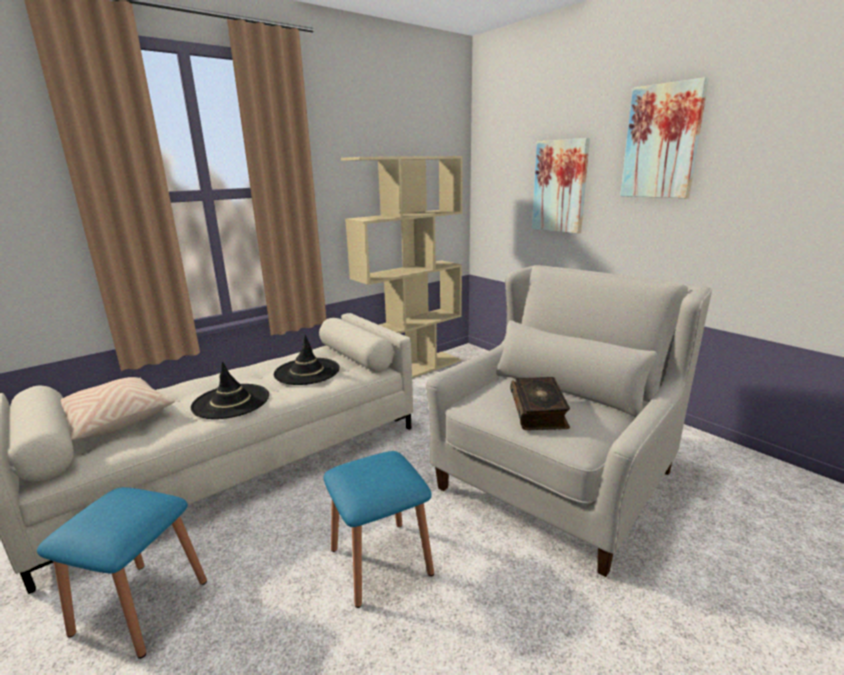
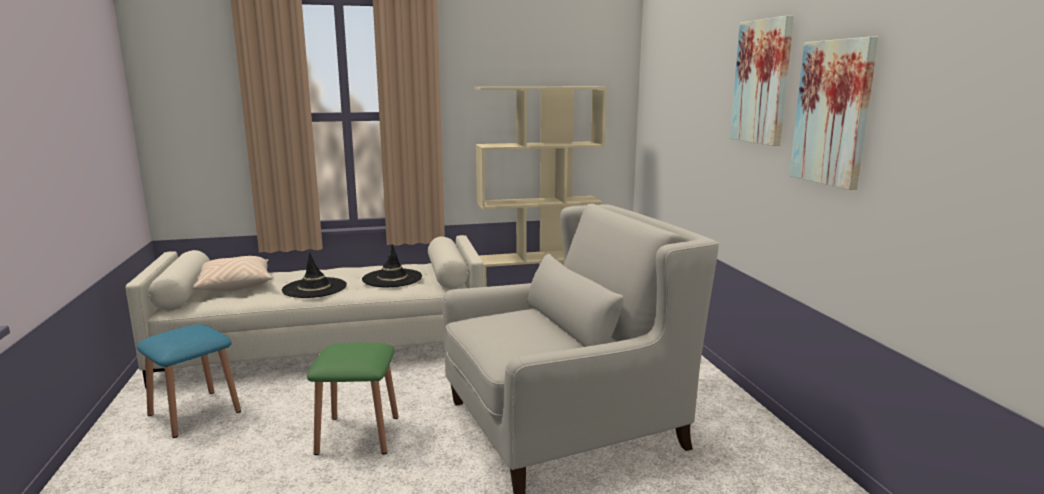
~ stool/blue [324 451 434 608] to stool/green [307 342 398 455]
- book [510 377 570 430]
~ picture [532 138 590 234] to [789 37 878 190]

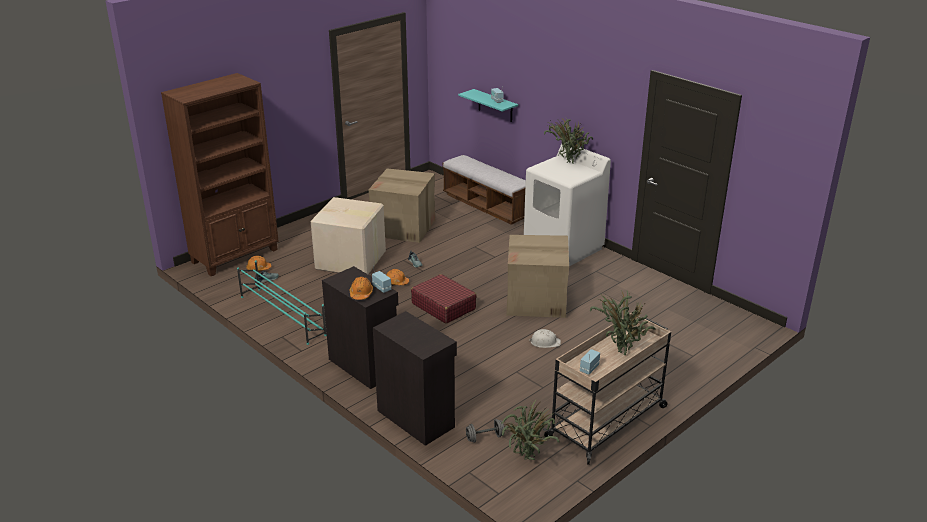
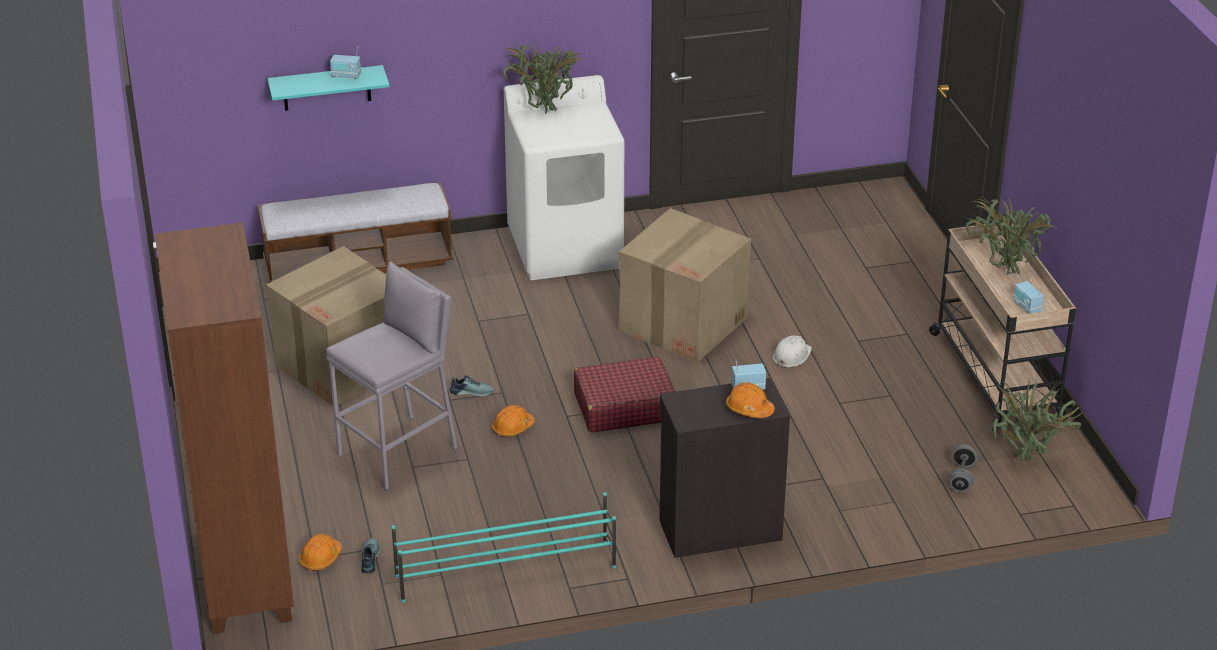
~ cardboard box [311 197 386 274] to stool/grey [326 262 457 490]
- cabinet/black [373 311 457 446]

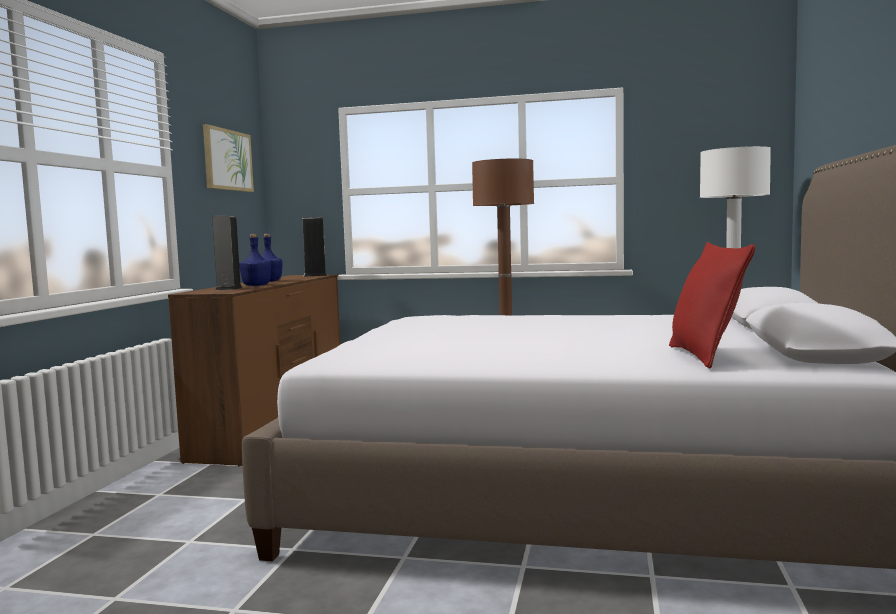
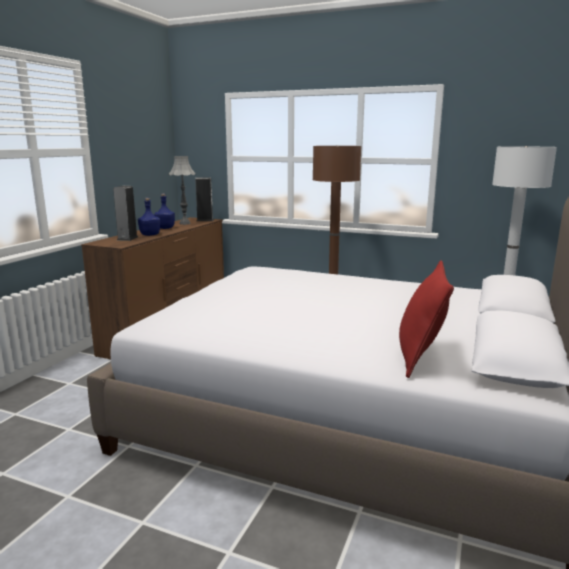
- picture [203 124 254 192]
+ table lamp/grey [169 156 196 225]

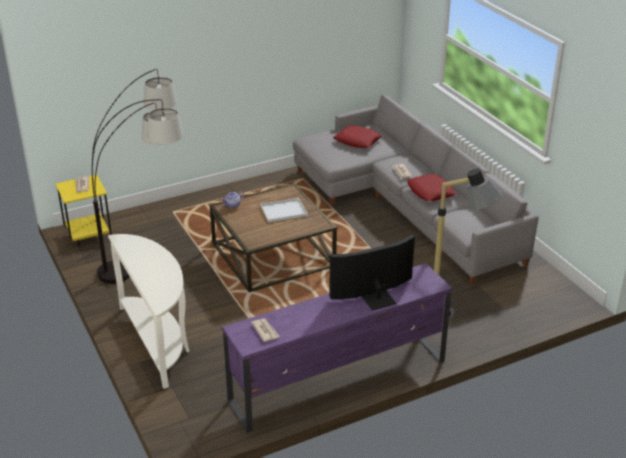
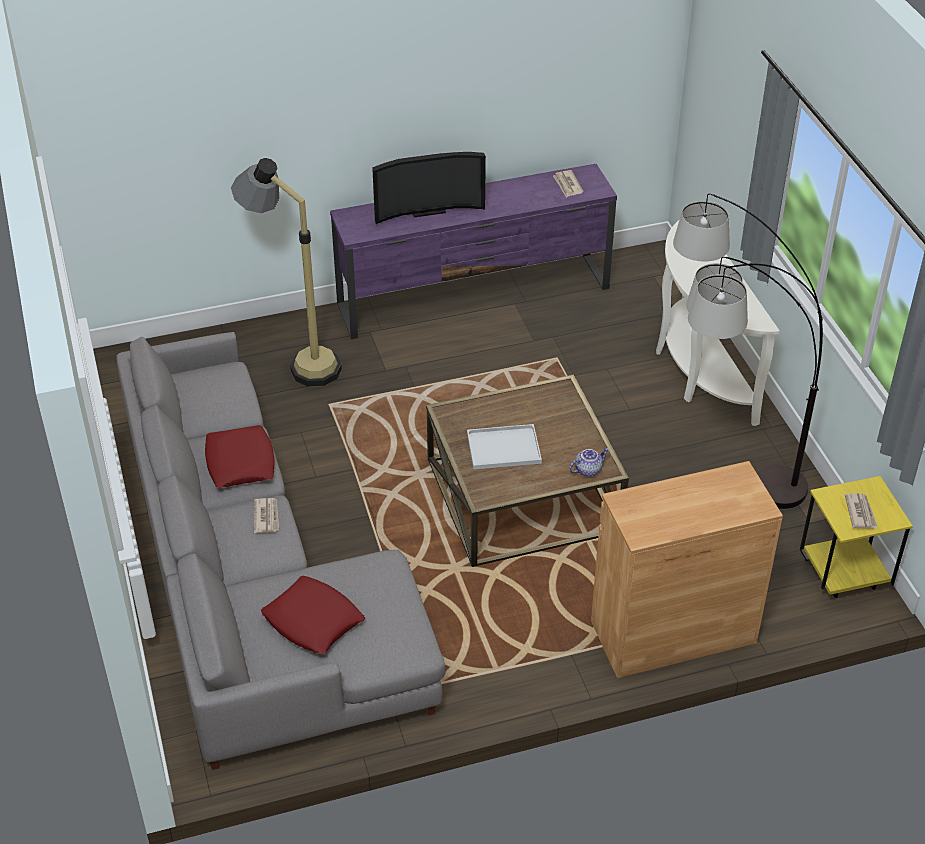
+ cabinet/brown [591 461 783 678]

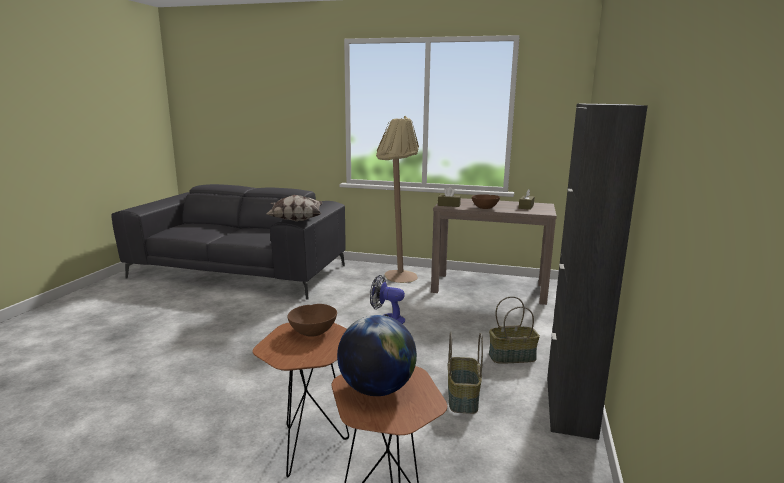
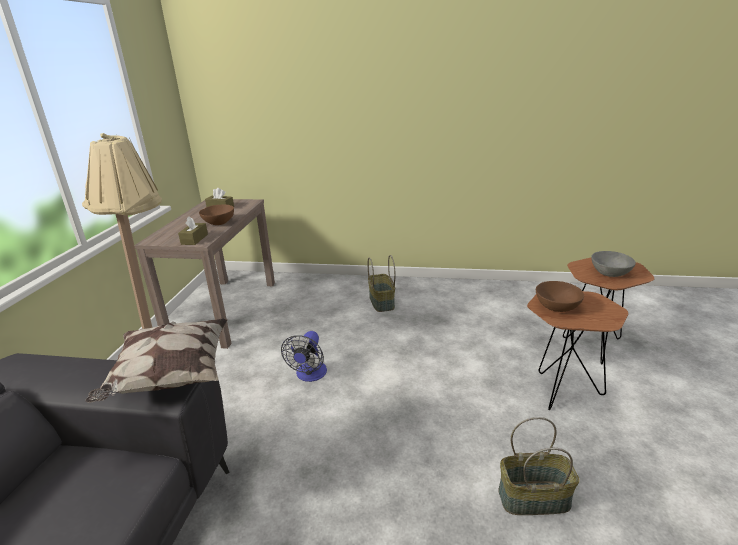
~ globe [337 315 417 396] to bowl/grey [591 251 636 277]
~ basket [448 332 483 414] to [498 417 580 515]
- cabinet/black [547 104 648 440]

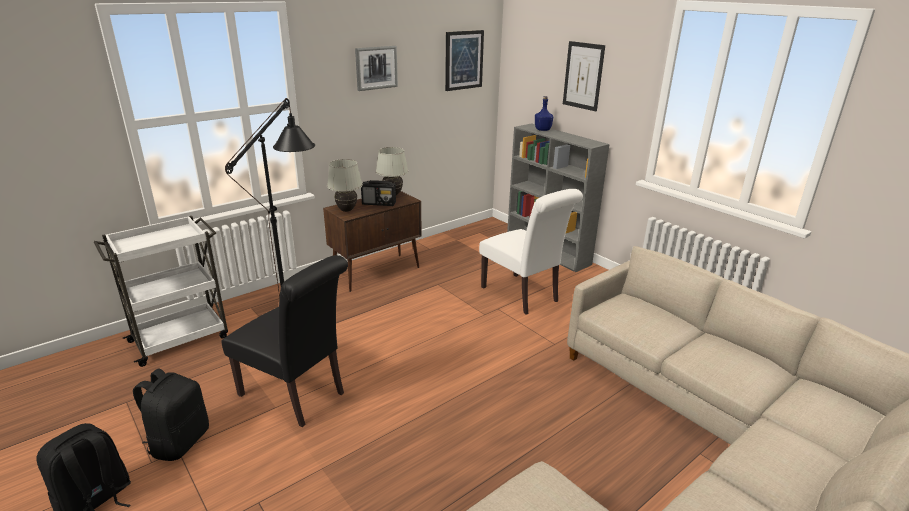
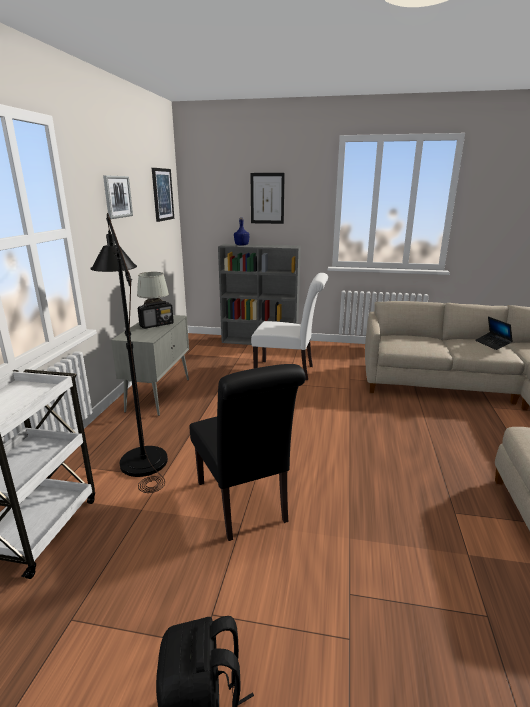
- backpack/black [133 368 209 461]
~ chair/black [221 255 348 427] = [189 364 306 541] 75 degrees clockwise
~ cabinet/brown [323 191 422 292] to cabinet/grey [111 315 189 416]
- table lamp/white [327 159 363 212]
+ laptop [475 316 513 350]

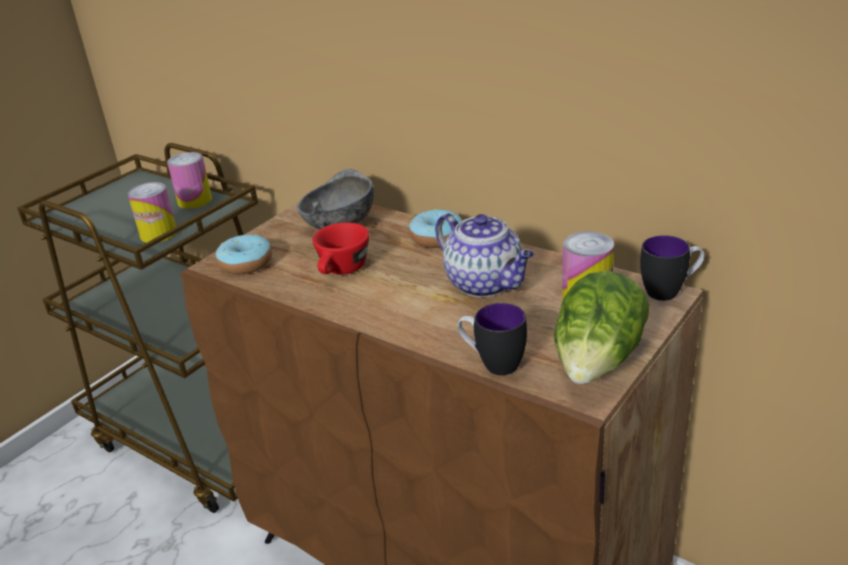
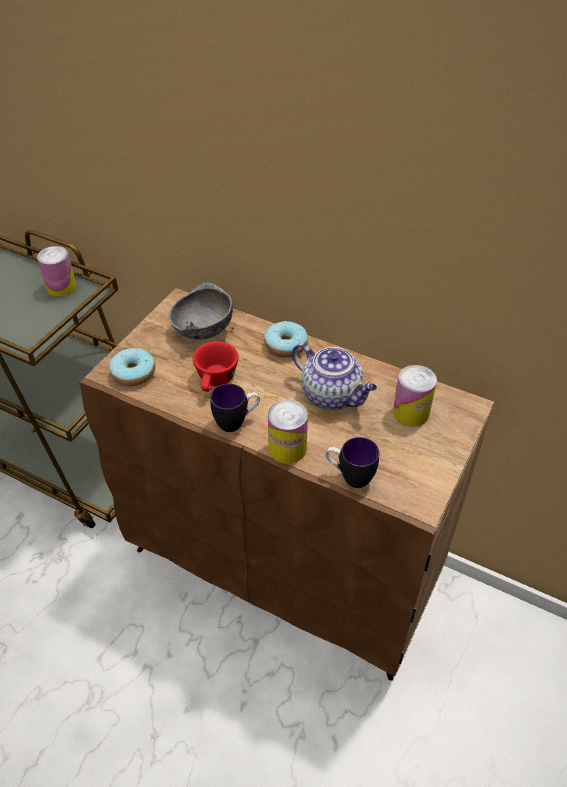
~ can [127 182 176 243] to [268 400 308 464]
- lettuce [554 271 650 384]
~ mug [640 235 704 301] to [210 384 260 432]

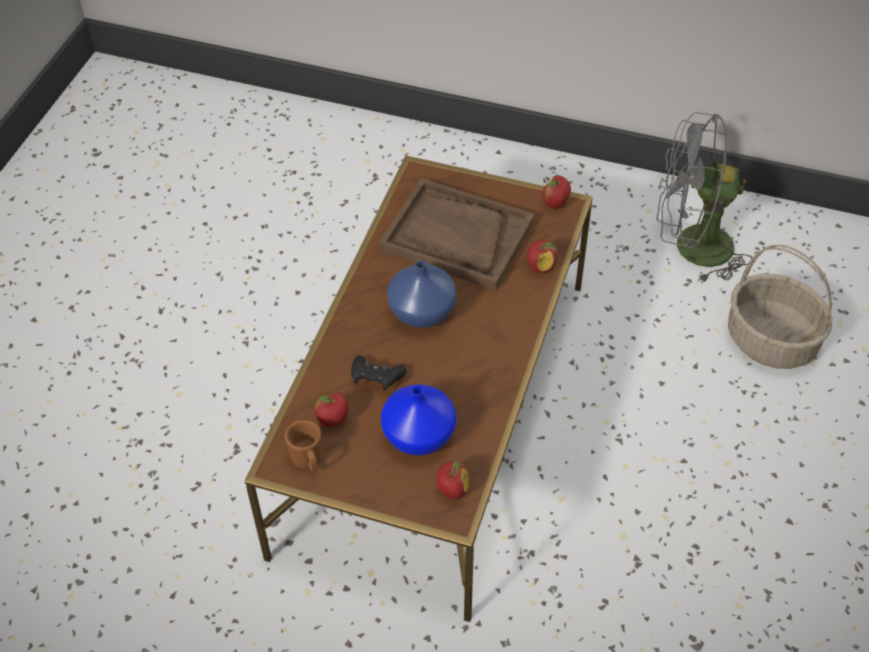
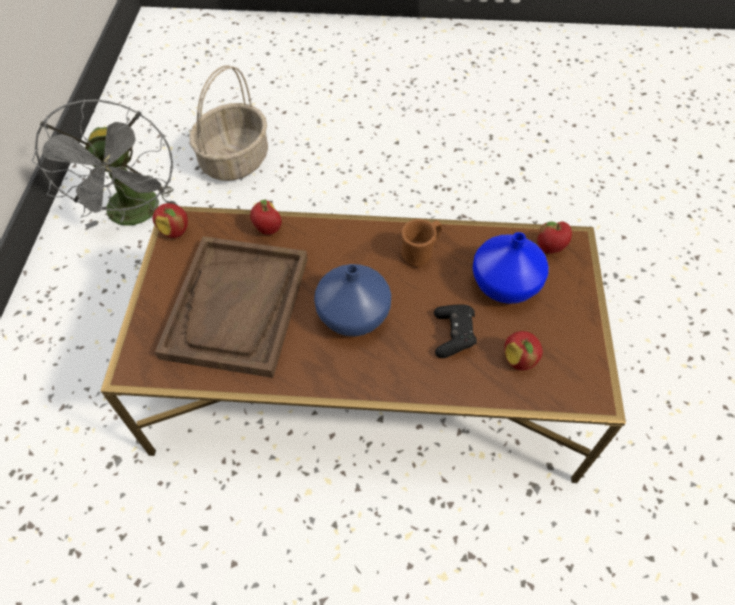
~ mug/brown [284 420 322 472] to [401 219 442 267]

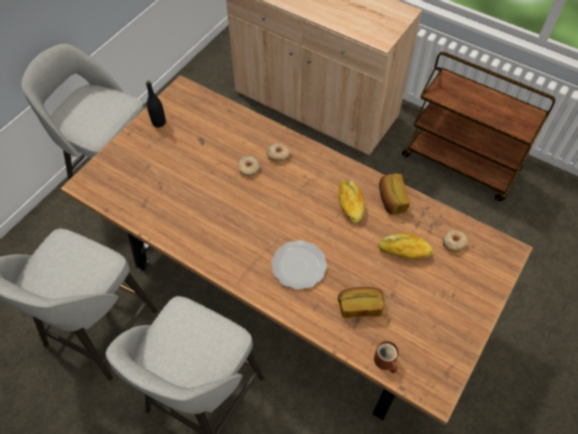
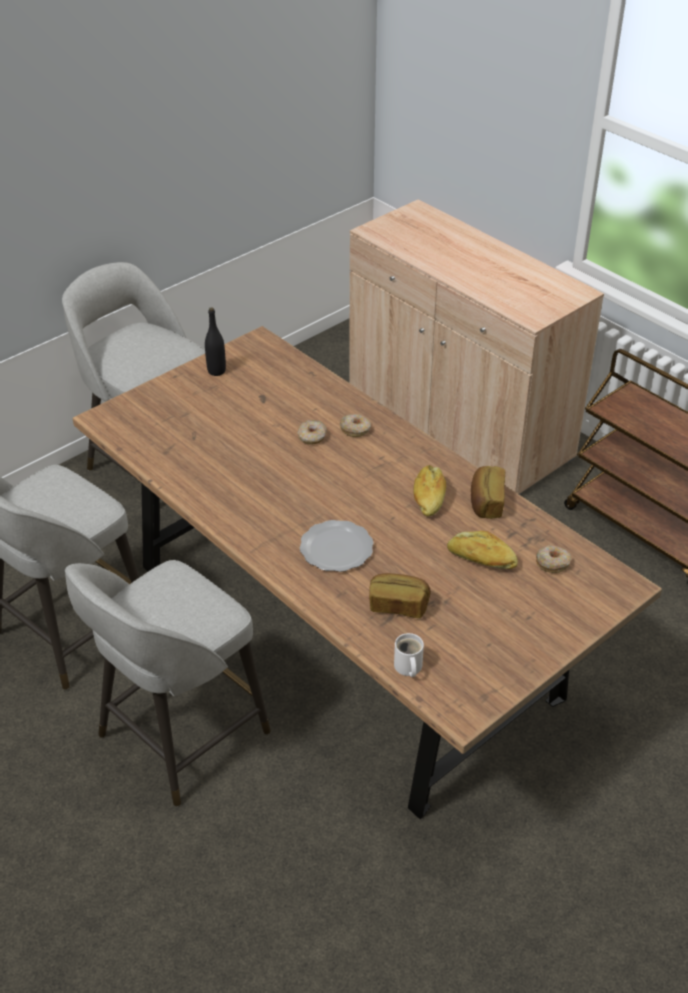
~ mug/brown [374 341 399 373] to mug/white [394 633 424 677]

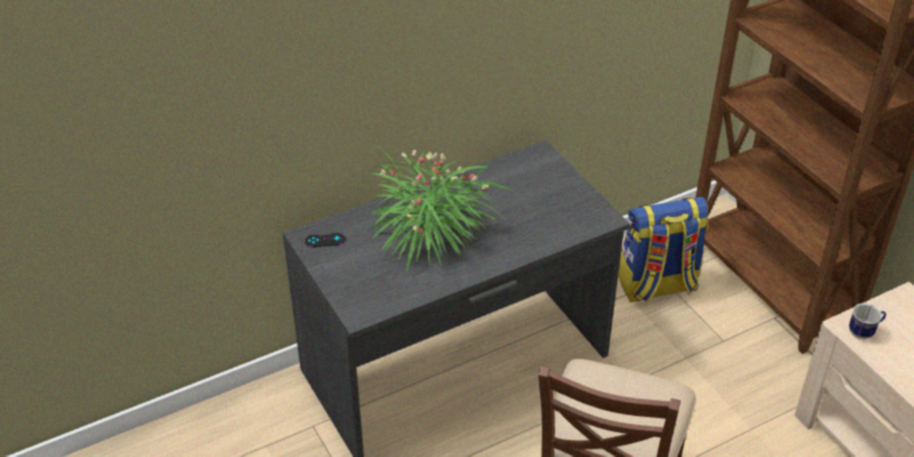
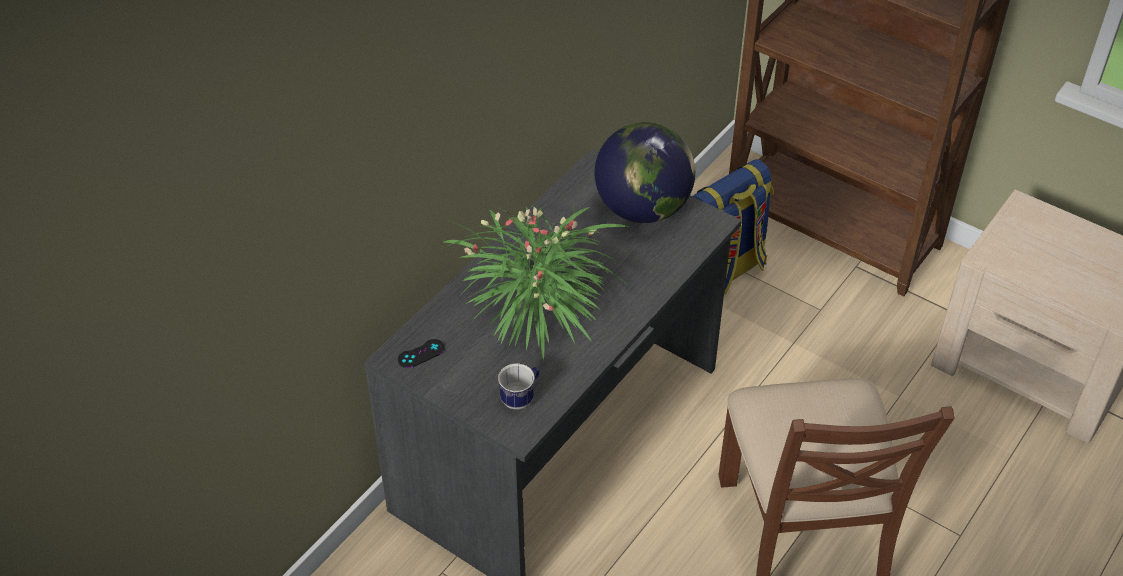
~ mug [849 303 886 339] to [498 363 540 409]
+ globe [595 122 695 223]

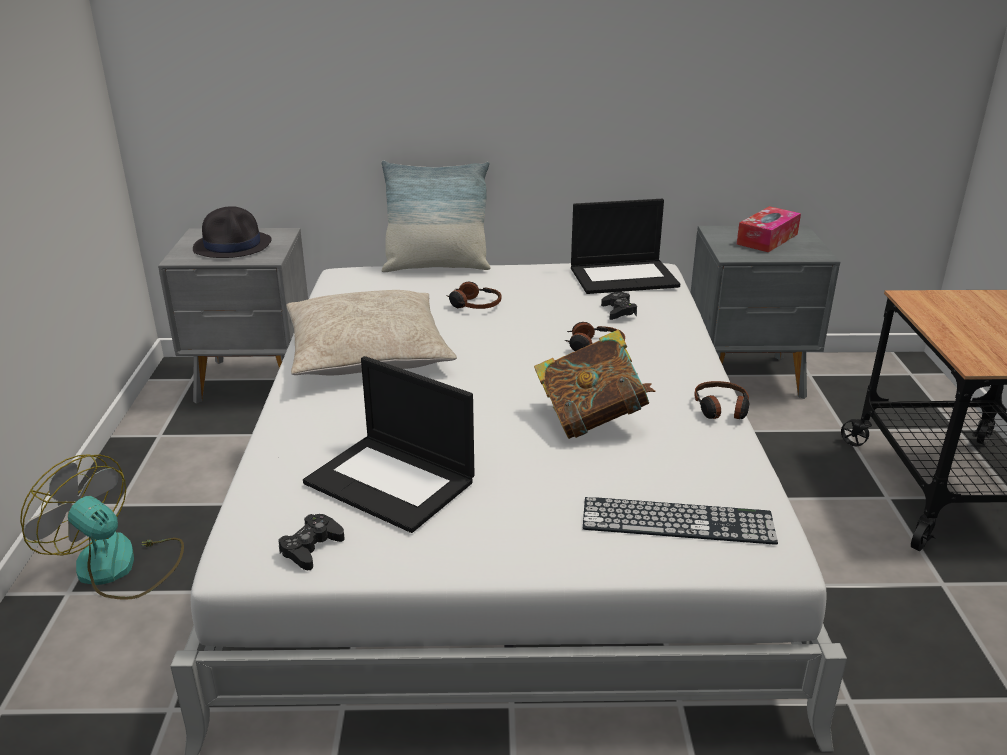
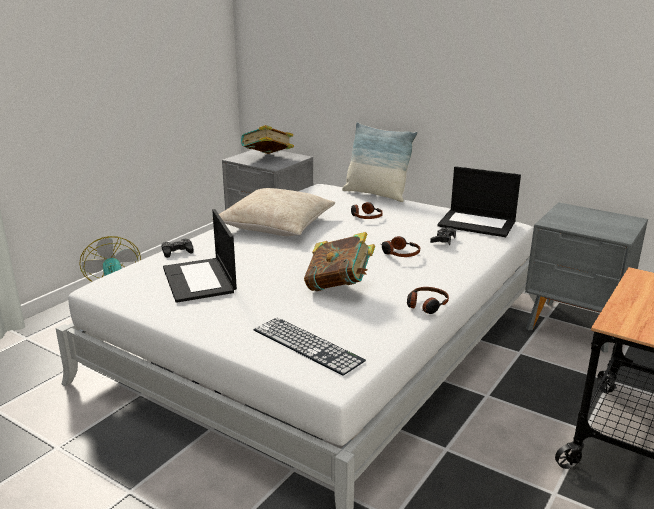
~ hat/black [193 206 272 258] to book [241 125 294 154]
~ game controller/black [278 514 345 570] to [161 239 194 258]
- tissue box [737 206 801 253]

